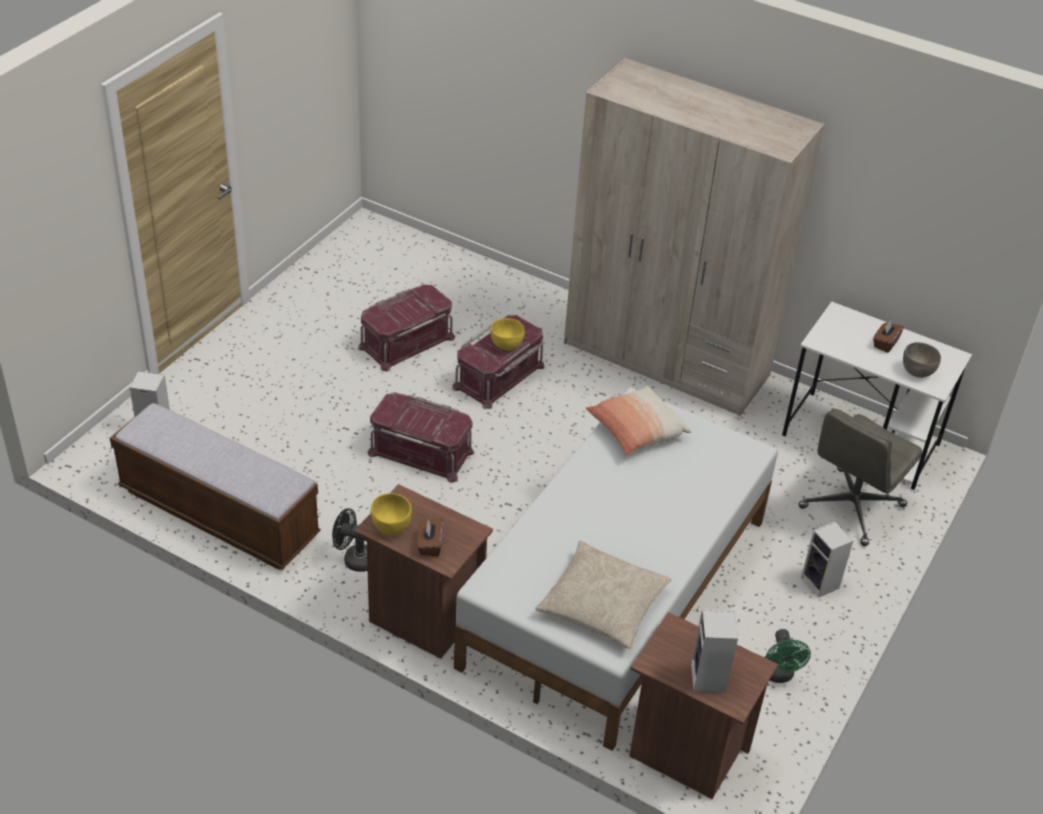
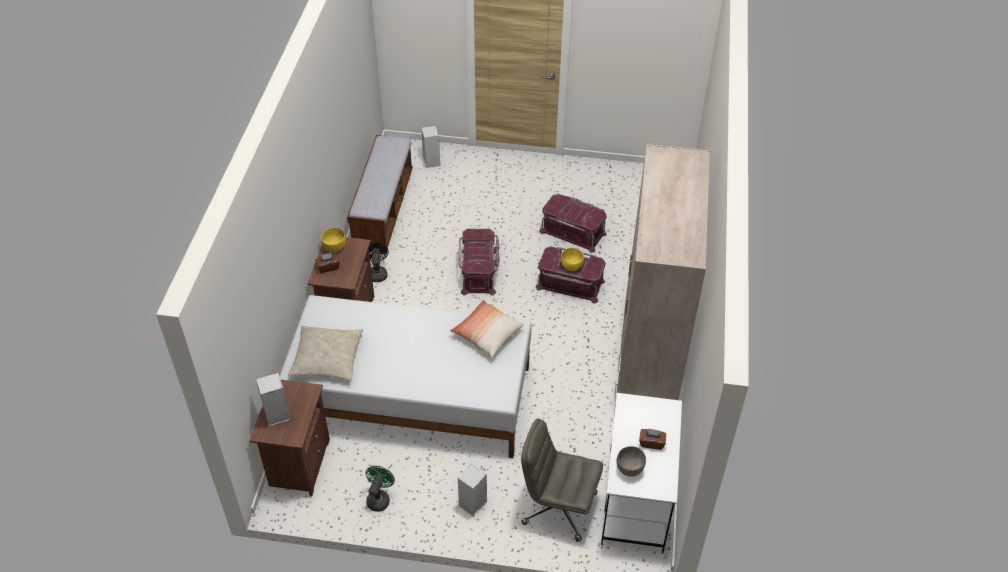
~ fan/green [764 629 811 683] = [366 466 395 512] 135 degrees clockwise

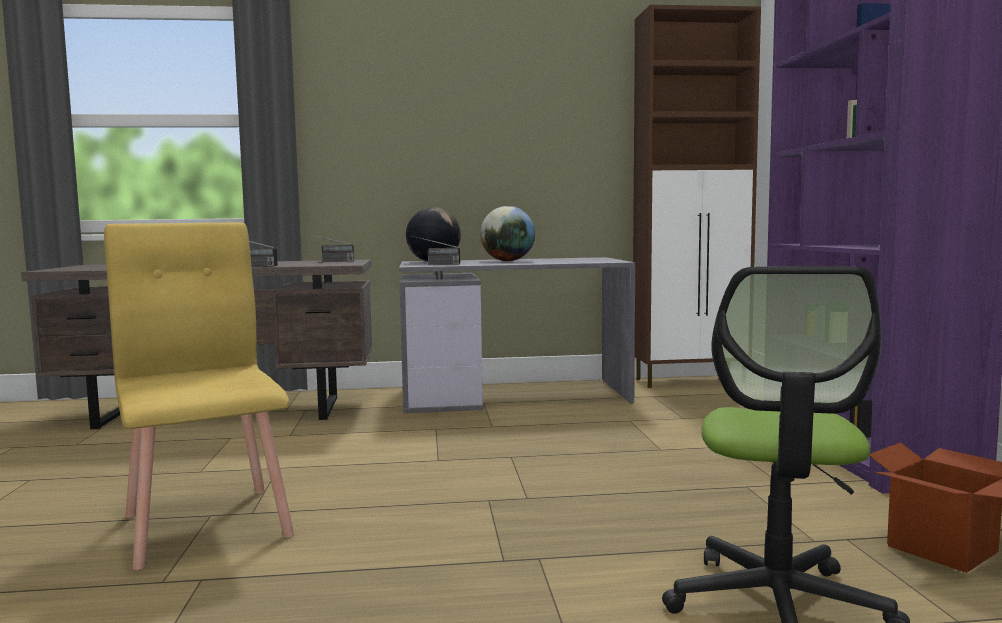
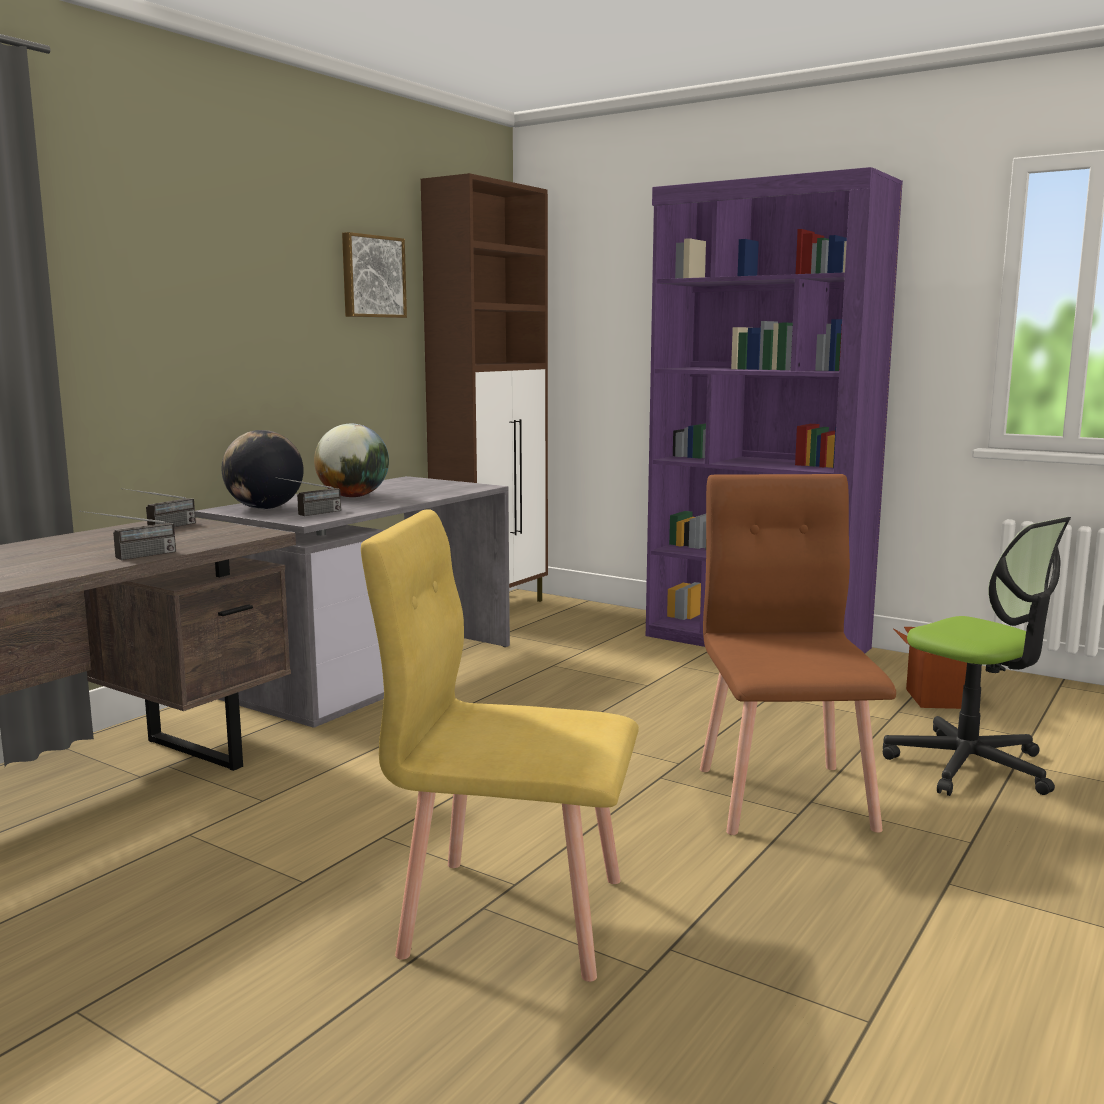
+ picture [342 232 407 318]
+ chair/brown [700 474 896 835]

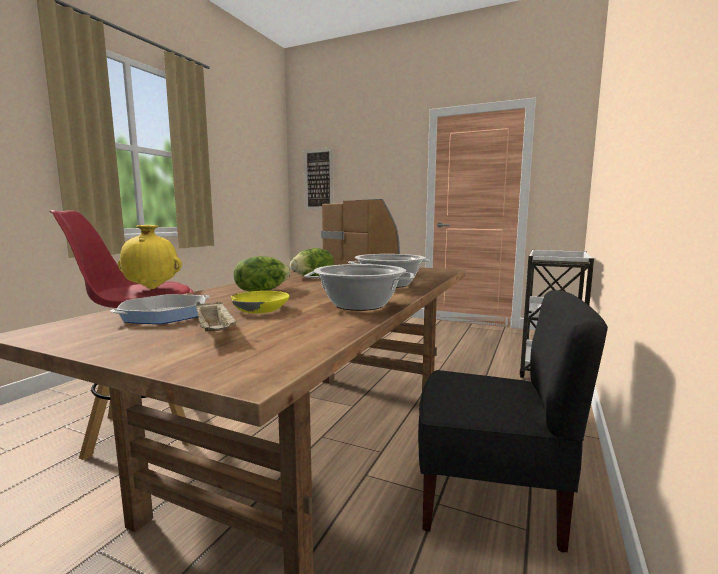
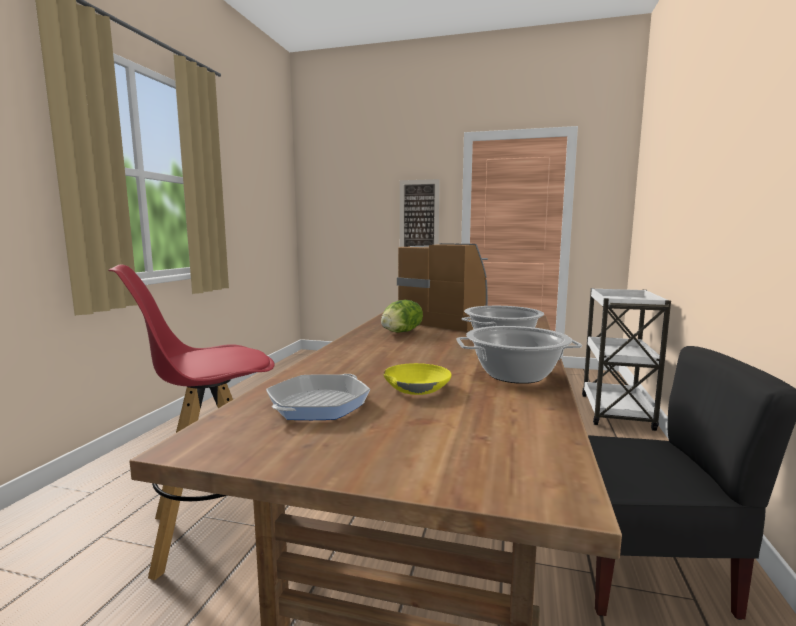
- vase/yellow [118 225 182 289]
- tray/beige [196 302 237 331]
- lettuce [233 256 291 291]
~ picture [303 147 334 210] to [400 179 440 247]

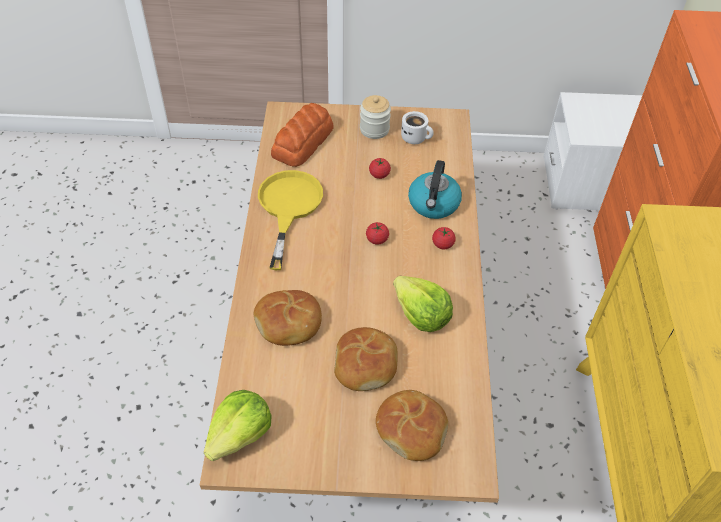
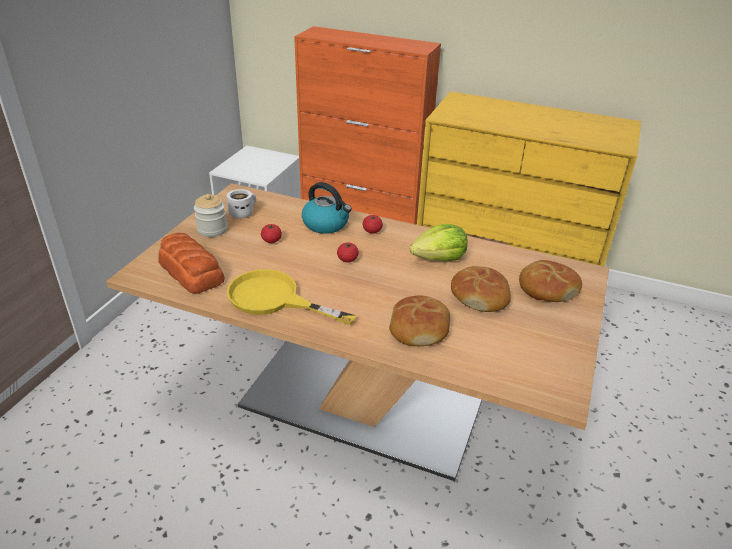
- lettuce [204 390 272 461]

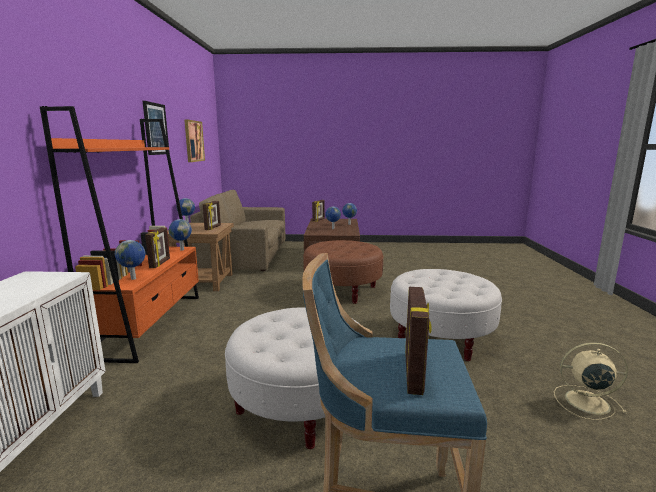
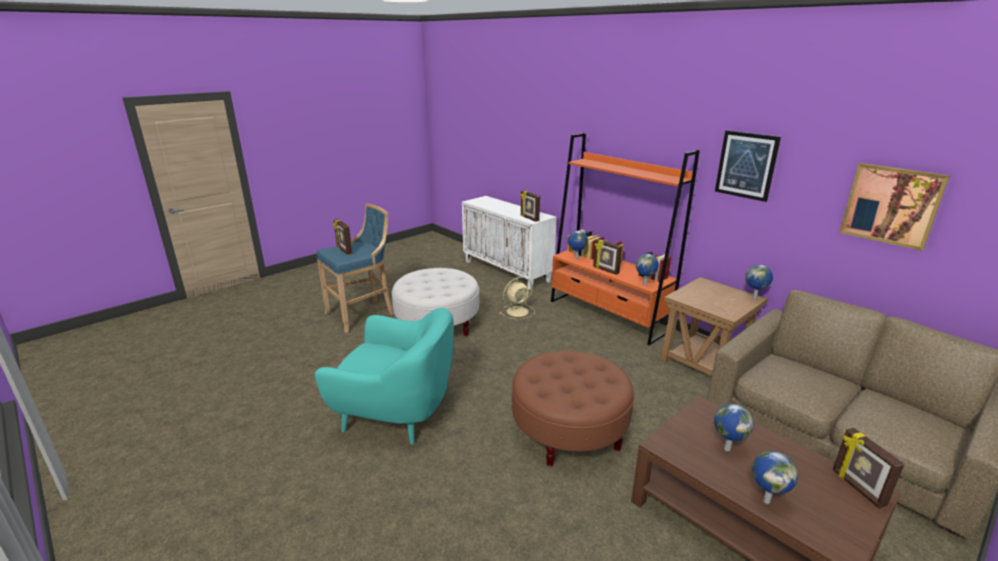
~ picture frame [203 201 221 230] to [520 190 540 222]
~ ottoman/white [390 269 502 361] to armchair/turquoise [315 308 453 444]
~ fan/beige [554 342 628 420] to [500 277 535 319]

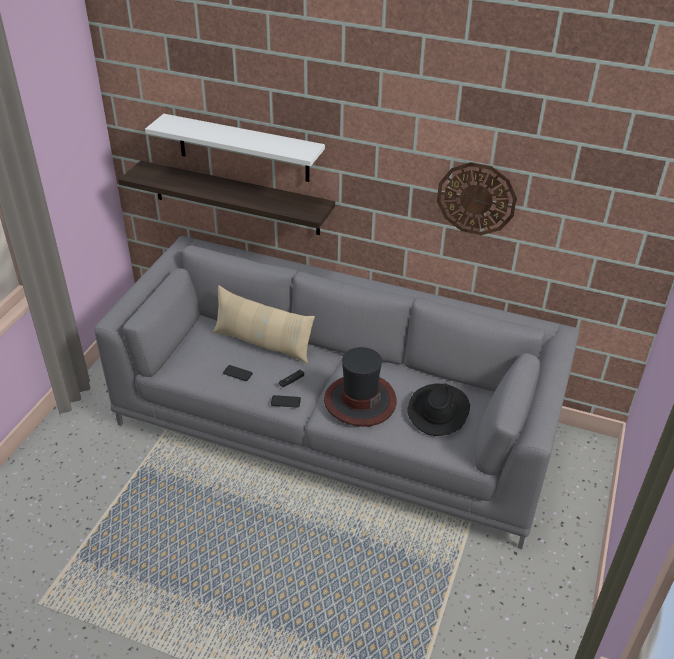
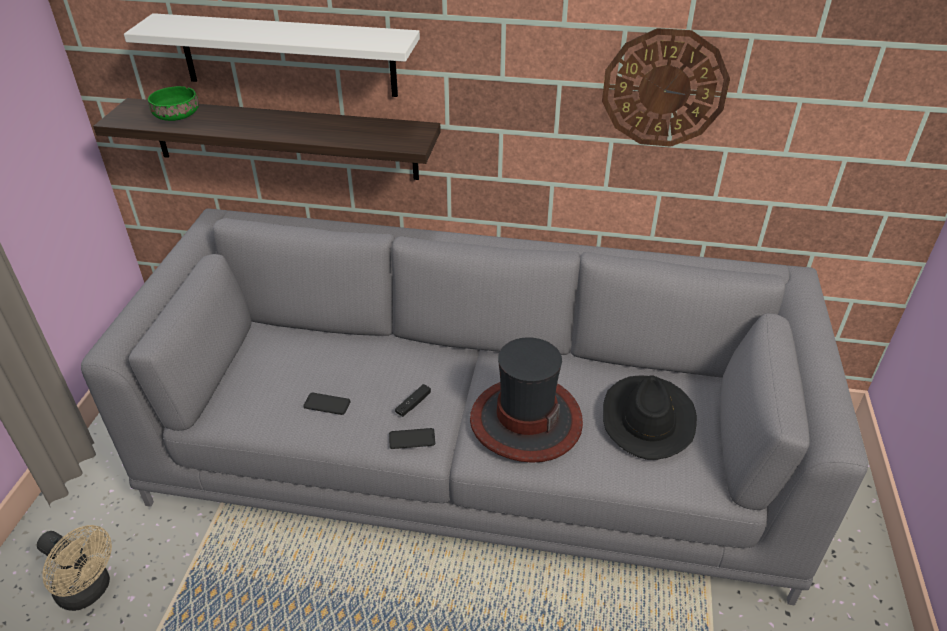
- pillow/beige [213 285 315 363]
+ fan/beige [37 525 112 611]
+ bowl/green [148 86 199 121]

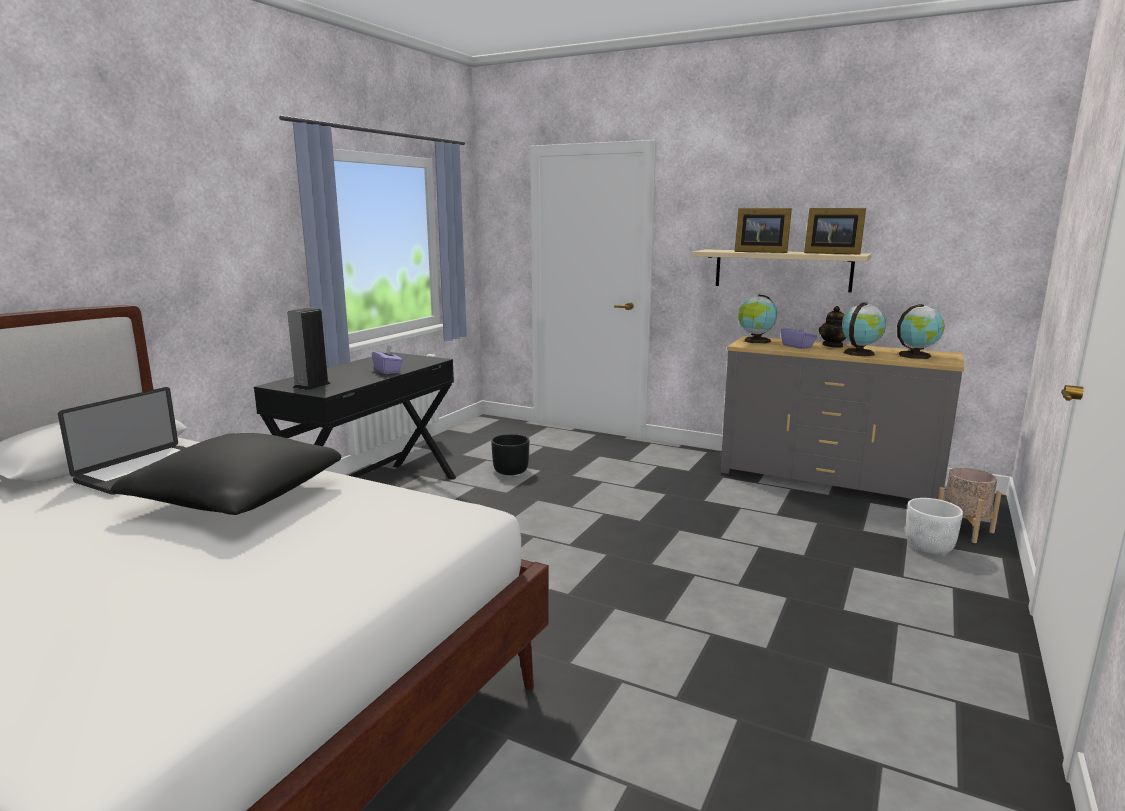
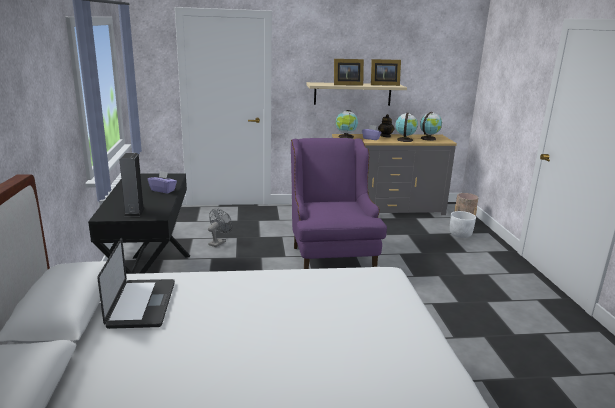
- pillow/black [111 433 341 515]
~ planter/black [491 434 529 475] to fan/grey [208 208 233 247]
+ armchair/purple [291 138 387 269]

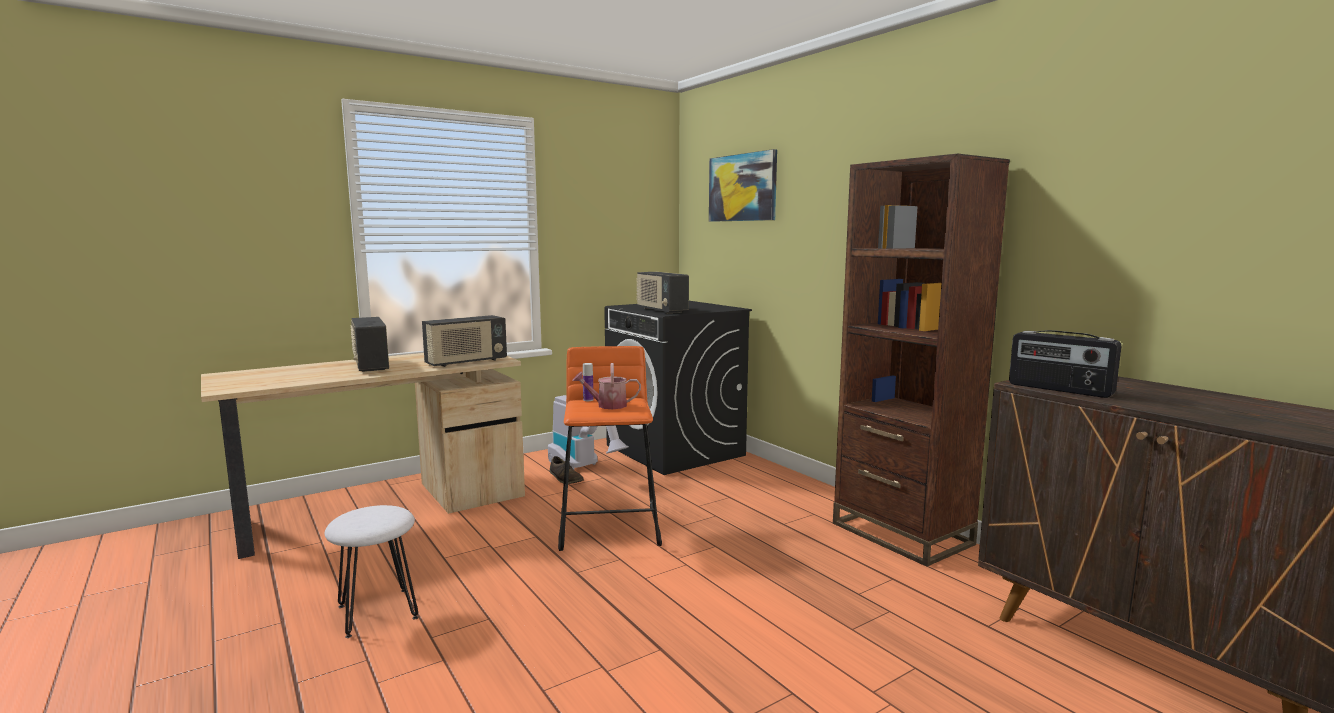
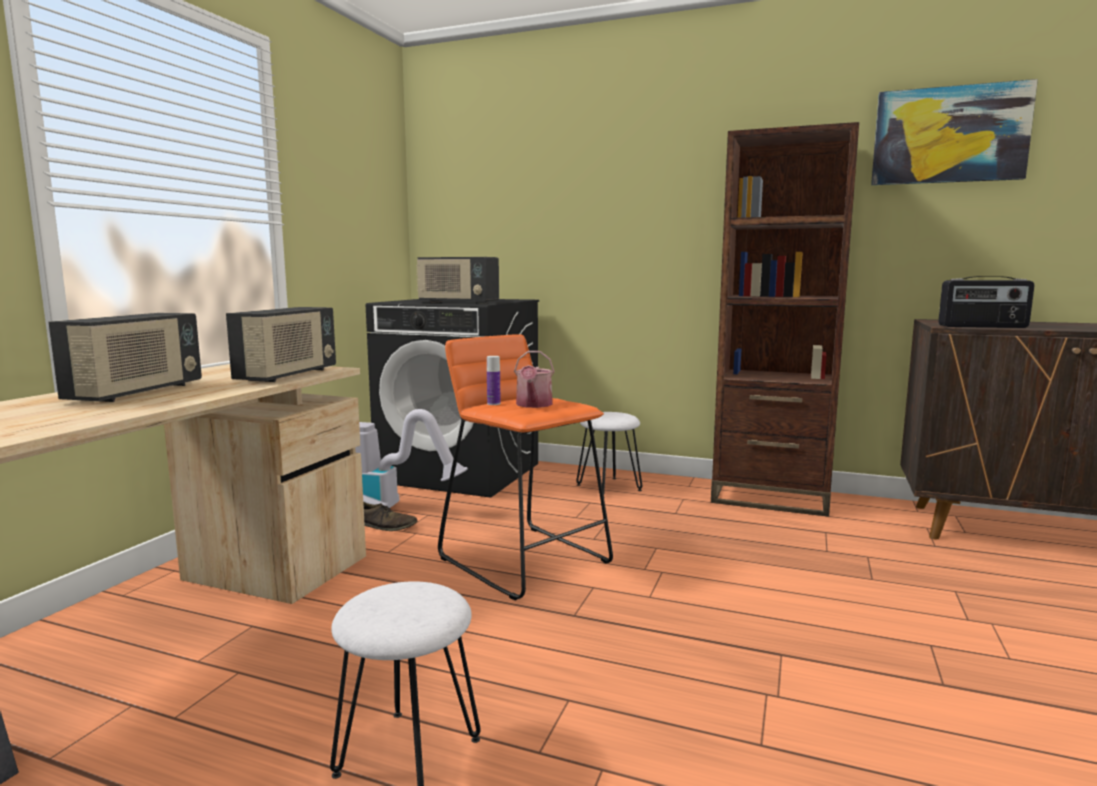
~ radio [350 317 389 372] = [49 313 202 402] 105 degrees counterclockwise
~ watering can [572 363 641 409] = [514 351 555 408] 45 degrees counterclockwise
~ picture [709 149 777 222] to [871 79 1038 185]
+ stool/white [576 412 642 498]

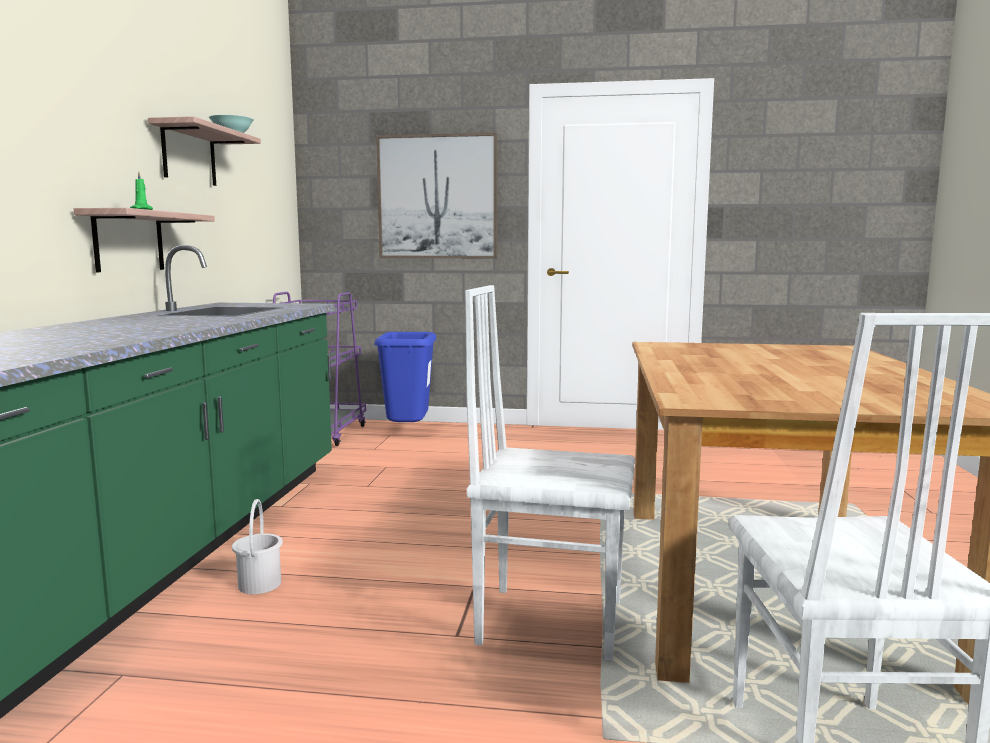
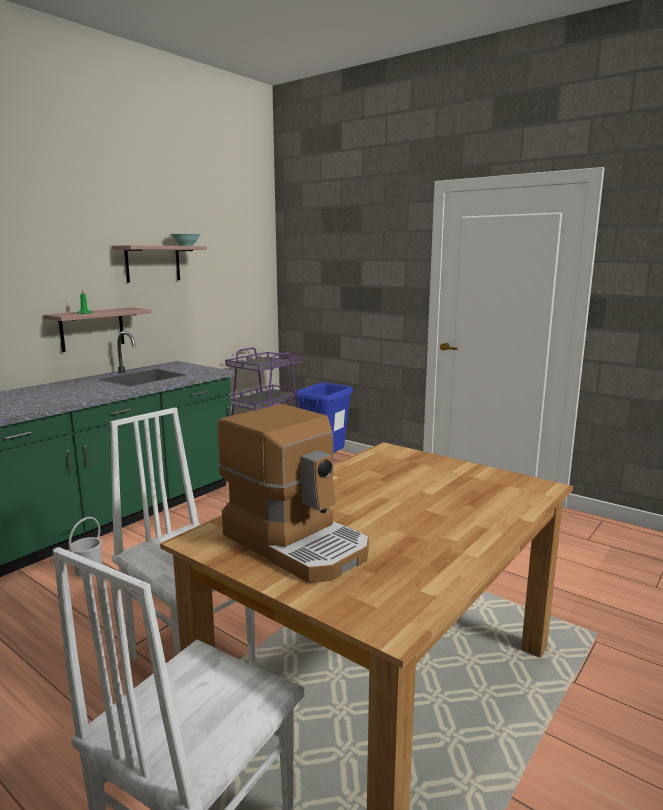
- picture [376 133 497 258]
+ coffee machine [218 404 369 583]

